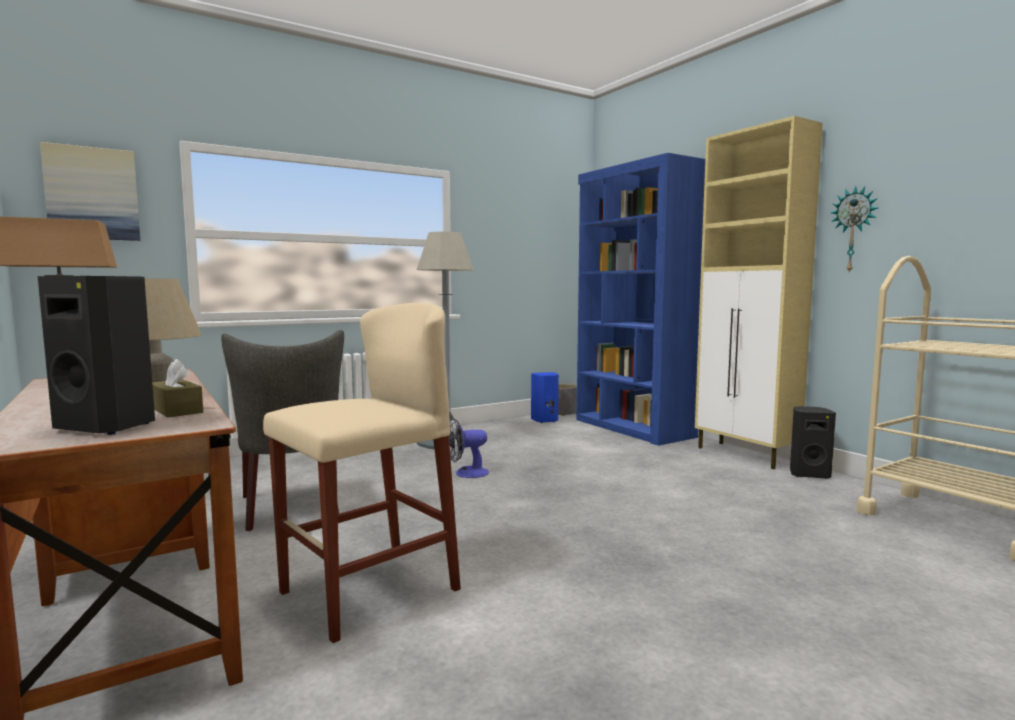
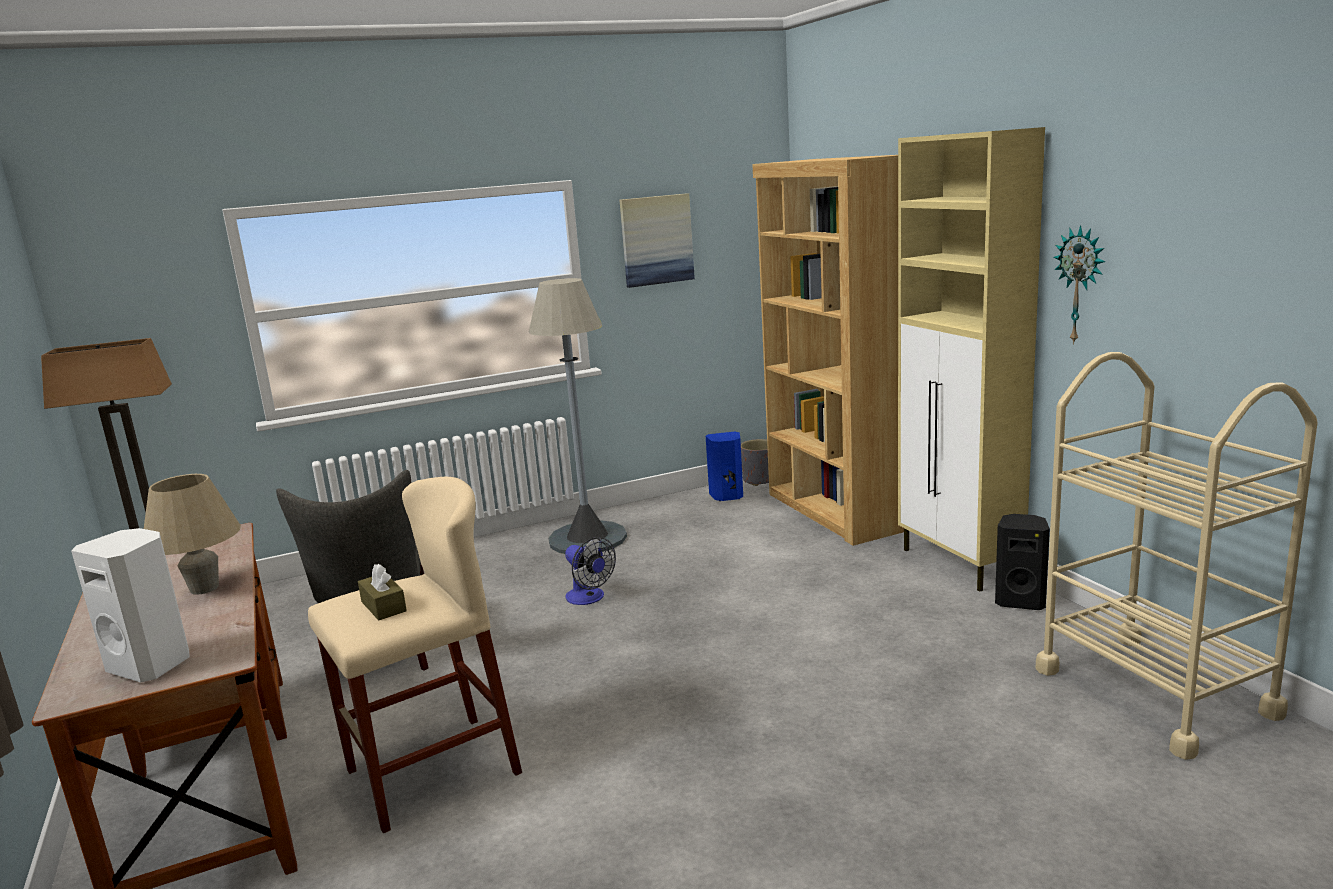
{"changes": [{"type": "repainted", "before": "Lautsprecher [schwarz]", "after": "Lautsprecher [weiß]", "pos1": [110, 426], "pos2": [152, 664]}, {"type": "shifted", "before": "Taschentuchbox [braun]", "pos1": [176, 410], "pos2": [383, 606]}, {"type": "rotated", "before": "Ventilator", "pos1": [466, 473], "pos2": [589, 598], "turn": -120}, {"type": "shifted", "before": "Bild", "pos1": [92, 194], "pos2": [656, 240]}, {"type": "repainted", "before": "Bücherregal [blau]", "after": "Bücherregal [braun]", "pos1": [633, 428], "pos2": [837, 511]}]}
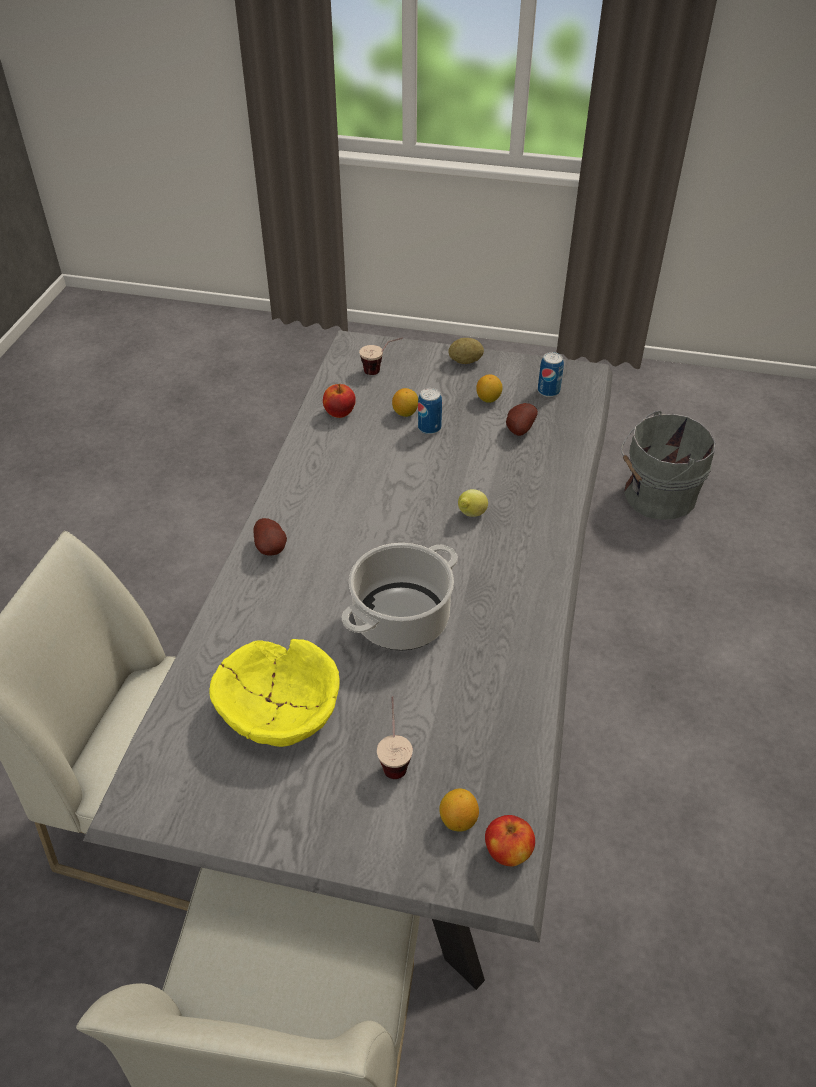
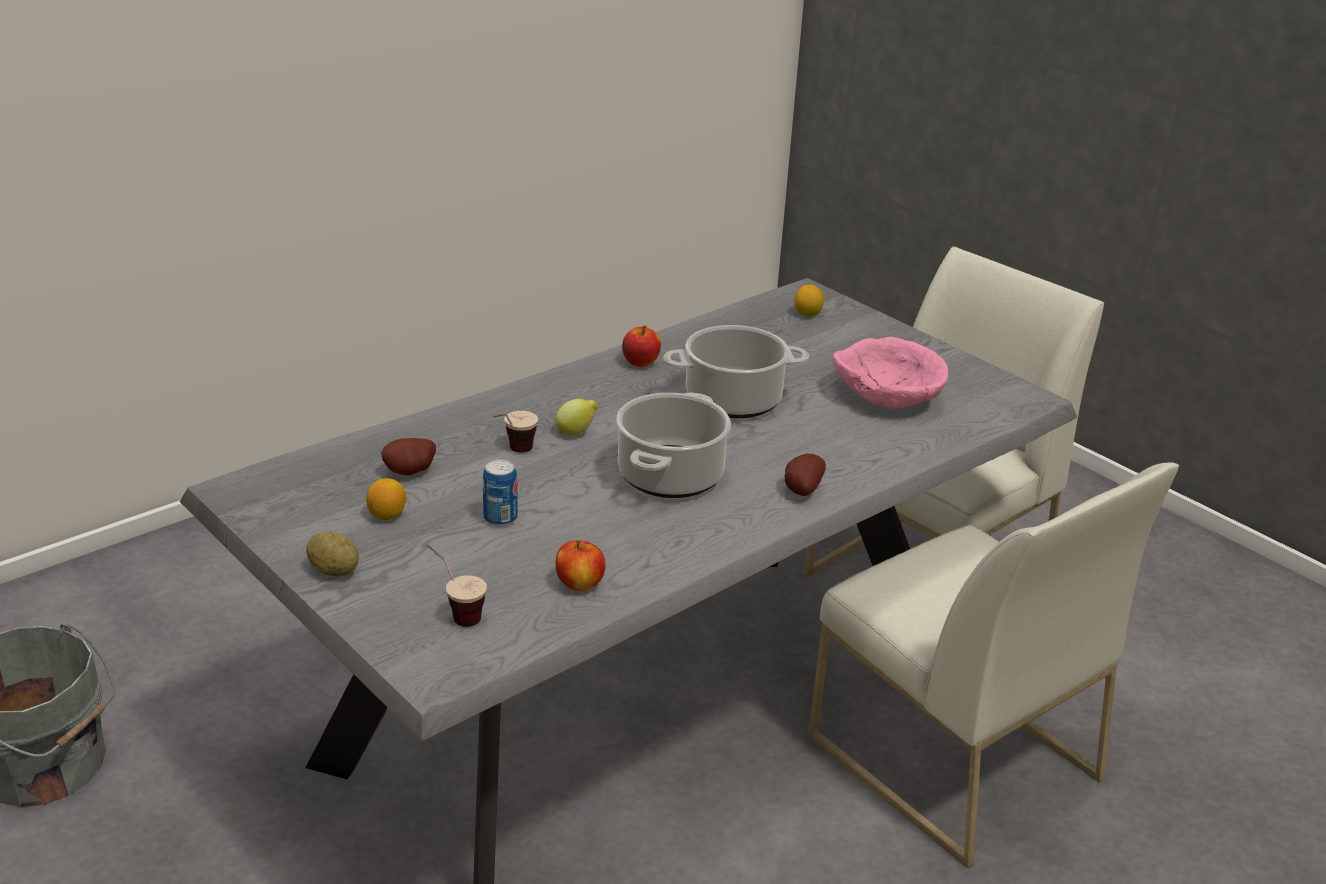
{"changes": [{"type": "shifted", "before": "Tasse", "pos1": [394, 756], "pos2": [512, 453]}, {"type": "new", "after": "Kochtopf", "pos2": [670, 475]}, {"type": "shifted", "before": "Apfel", "pos1": [508, 851], "pos2": [640, 363]}, {"type": "repainted", "before": "Schüssel [gelb]", "after": "Schüssel [rosa]", "pos1": [280, 710], "pos2": [886, 395]}, {"type": "gone", "before": "Zitrone", "pos1": [405, 413]}, {"type": "gone", "before": "Dose", "pos1": [548, 391]}]}
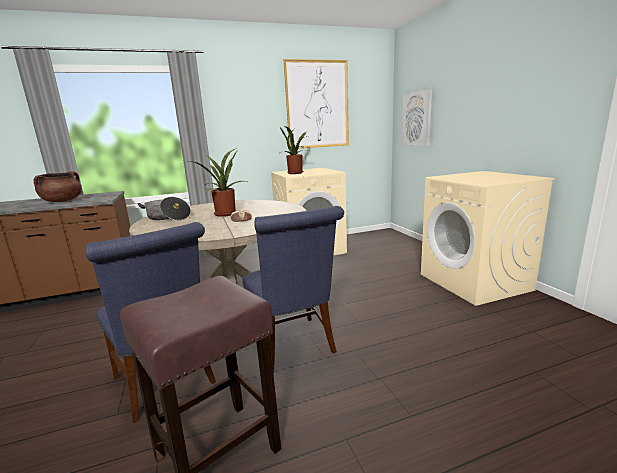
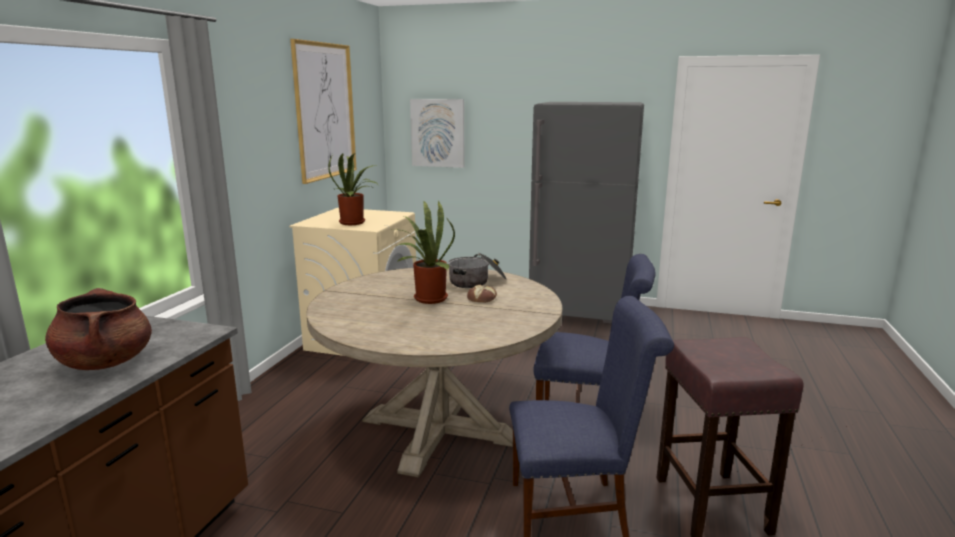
{"changes": [{"type": "shifted", "before": "Kochtopf", "pos1": [167, 217], "pos2": [477, 282]}, {"type": "swapped", "before": "Waschmaschine [beige]", "after": "Kühlschrank [grau]", "pos1": [475, 282], "pos2": [580, 312]}]}
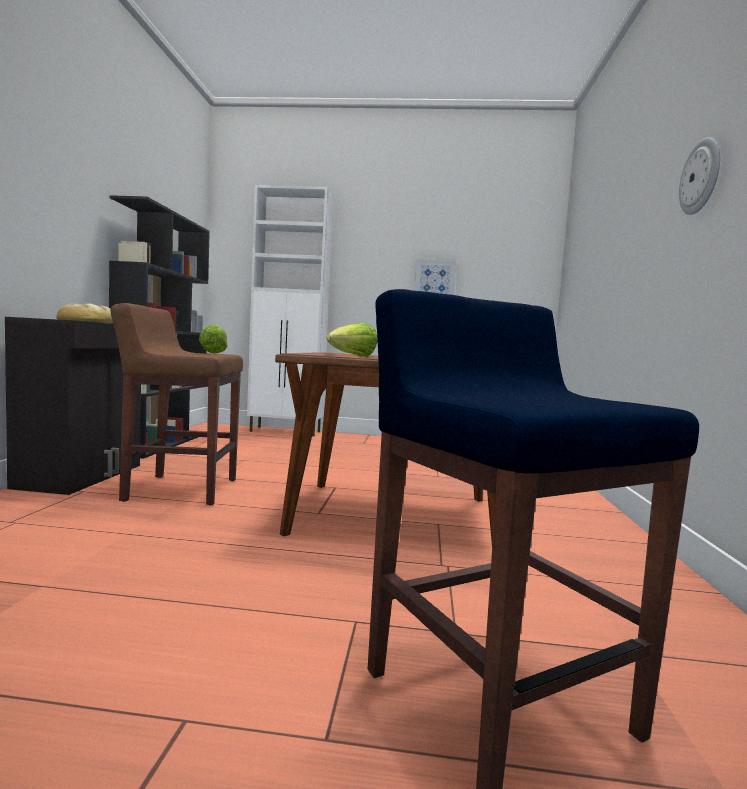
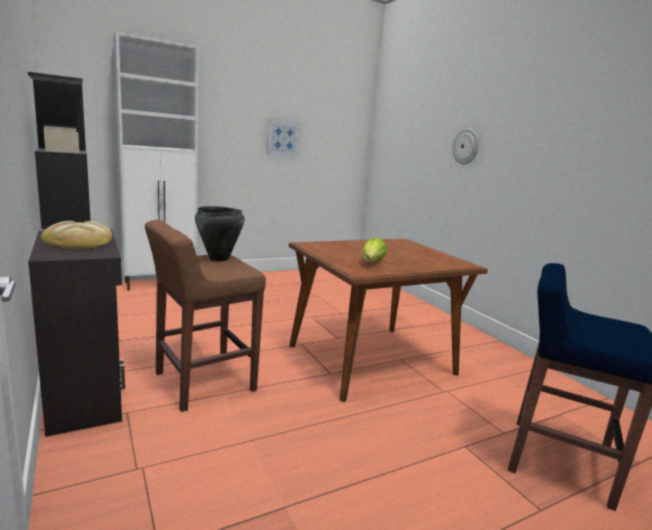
{"changes": [{"type": "swapped", "before": "Salatkopf", "after": "Kochtopf [schwarz]", "pos1": [212, 353], "pos2": [219, 259]}, {"type": "shifted", "before": "Wanduhr", "pos1": [701, 177], "pos2": [466, 146]}]}
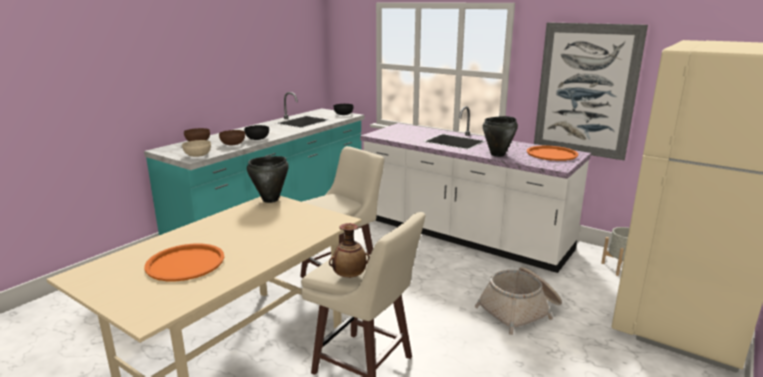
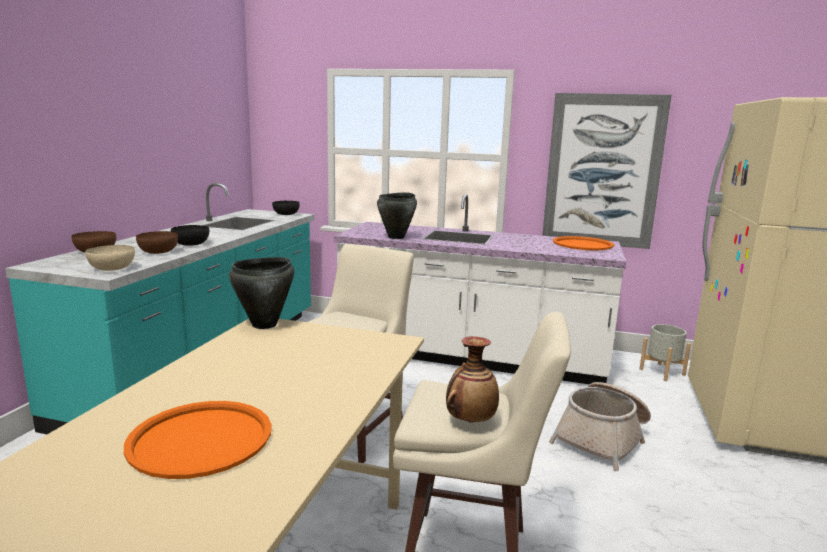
{"changes": [{"type": "shifted", "before": "Kochtopf [schwarz]", "pos1": [498, 154], "pos2": [396, 237]}]}
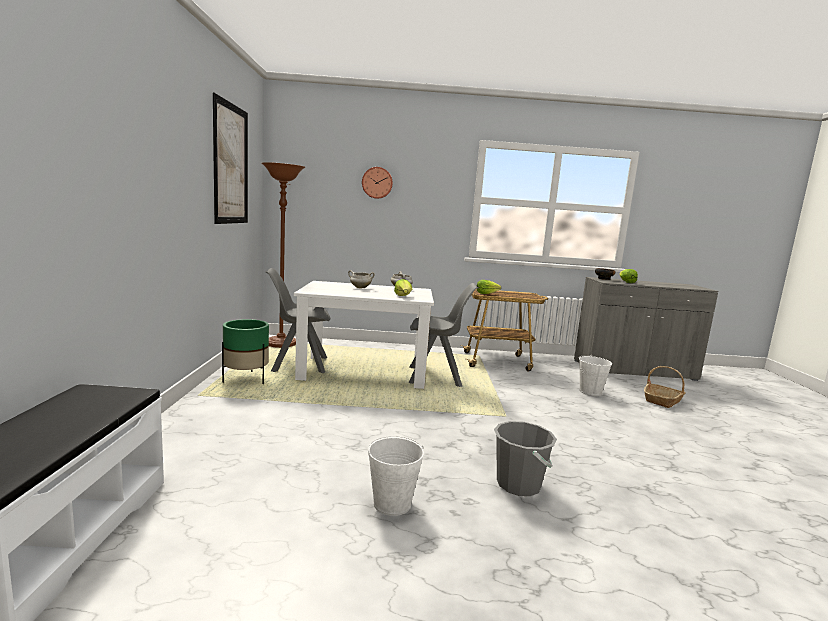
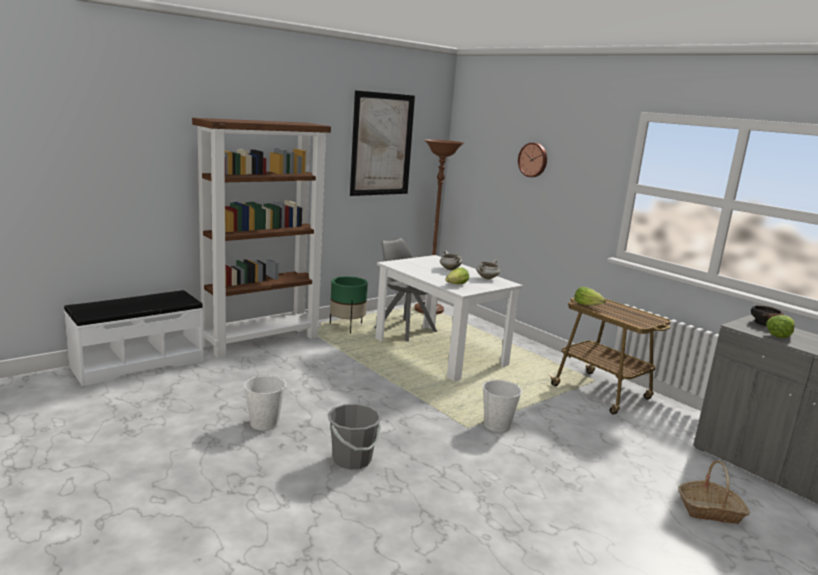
{"changes": [{"type": "new", "after": "Bücherregal [braun]", "pos2": [262, 340]}, {"type": "shifted", "before": "Eimer [weiß]", "pos1": [590, 392], "pos2": [497, 425]}, {"type": "gone", "before": "Stuhl [grau]", "pos1": [436, 377]}]}
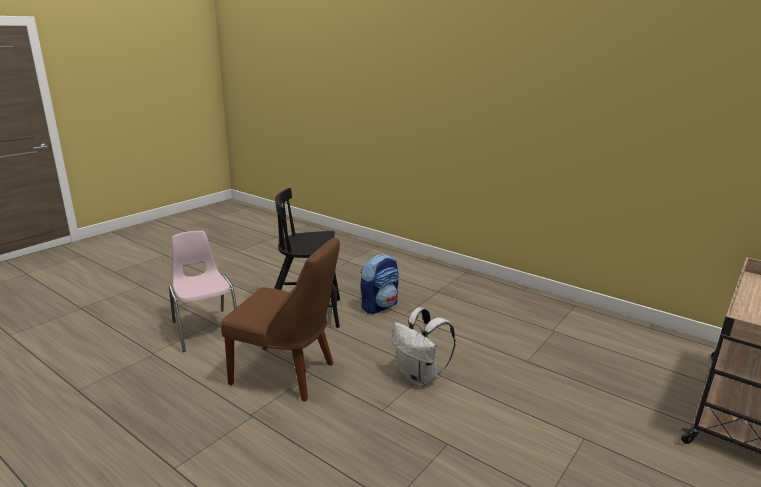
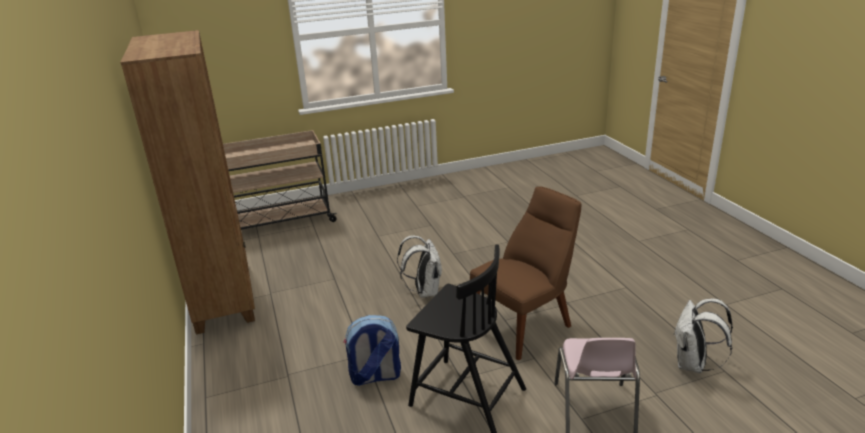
{"changes": [{"type": "new", "after": "Bücherregal [braun]", "pos2": [224, 296]}, {"type": "rotated", "before": "Stuhl [braun]", "pos1": [287, 374], "pos2": [525, 326], "turn": 90}, {"type": "new", "after": "Rucksack [weiß]", "pos2": [693, 364]}]}
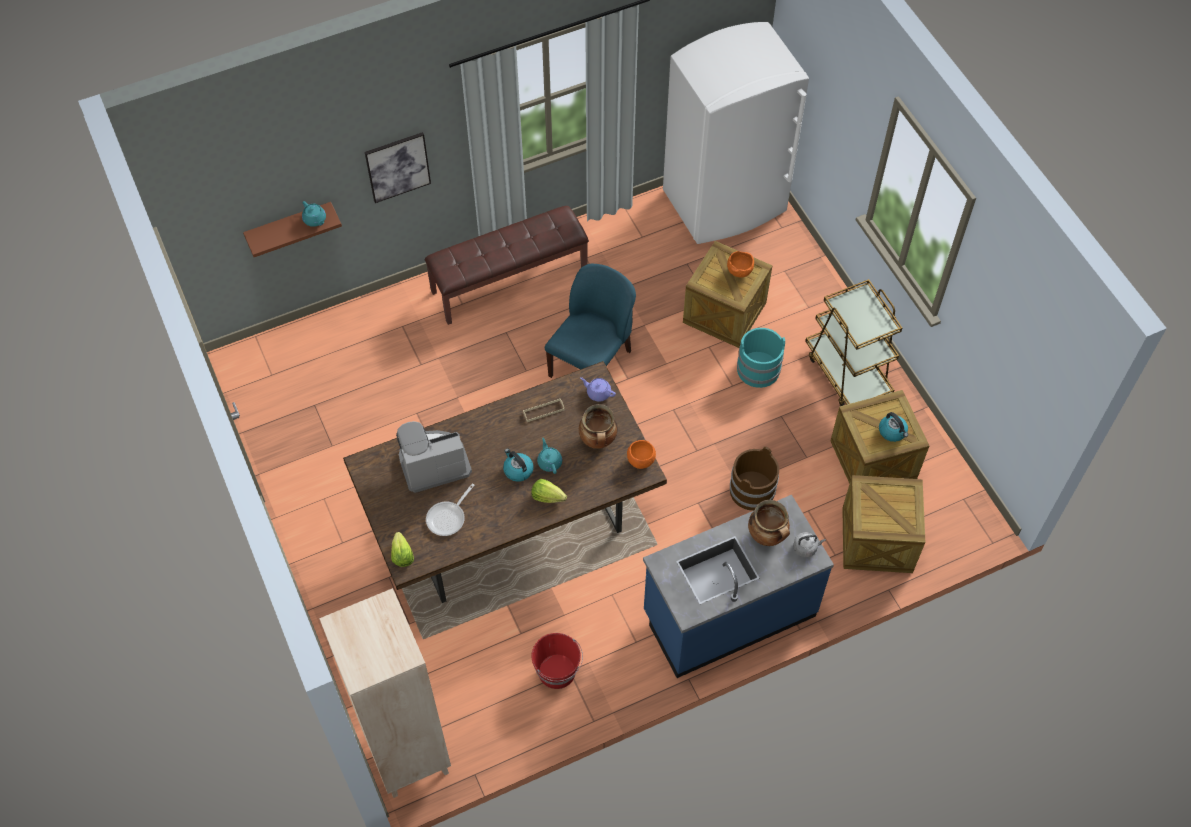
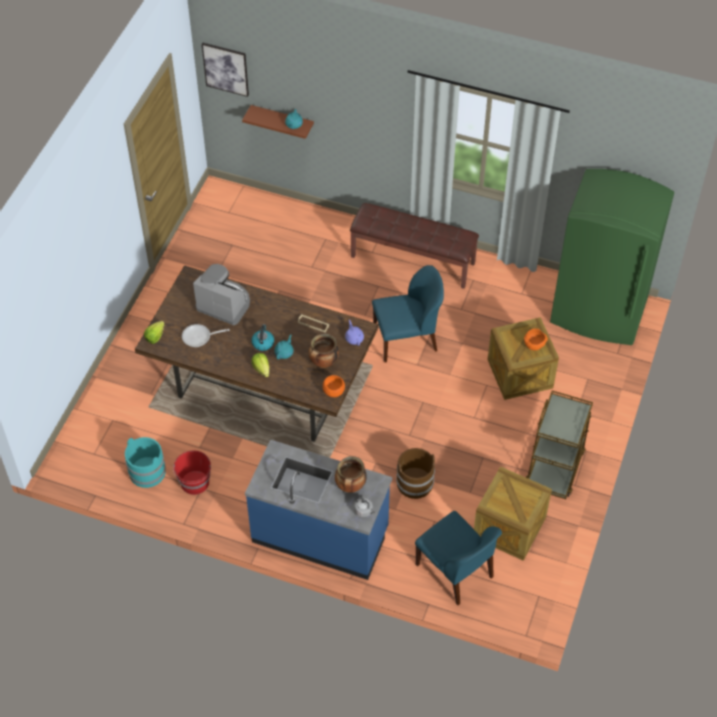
{"changes": [{"type": "shifted", "before": "Eimer [türkis]", "pos1": [758, 369], "pos2": [147, 472]}, {"type": "shifted", "before": "Bild", "pos1": [397, 166], "pos2": [226, 69]}, {"type": "swapped", "before": "Kiste", "after": "Stuhl [blau]", "pos1": [877, 540], "pos2": [455, 572]}, {"type": "repainted", "before": "Kühlschrank [weiß]", "after": "Kühlschrank [grün]", "pos1": [725, 202], "pos2": [599, 312]}, {"type": "gone", "before": "Bücherregal [beige]", "pos1": [407, 753]}, {"type": "gone", "before": "Wasserkessel", "pos1": [892, 432]}]}
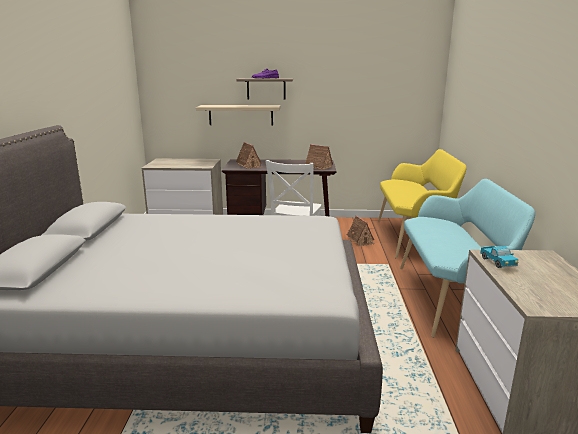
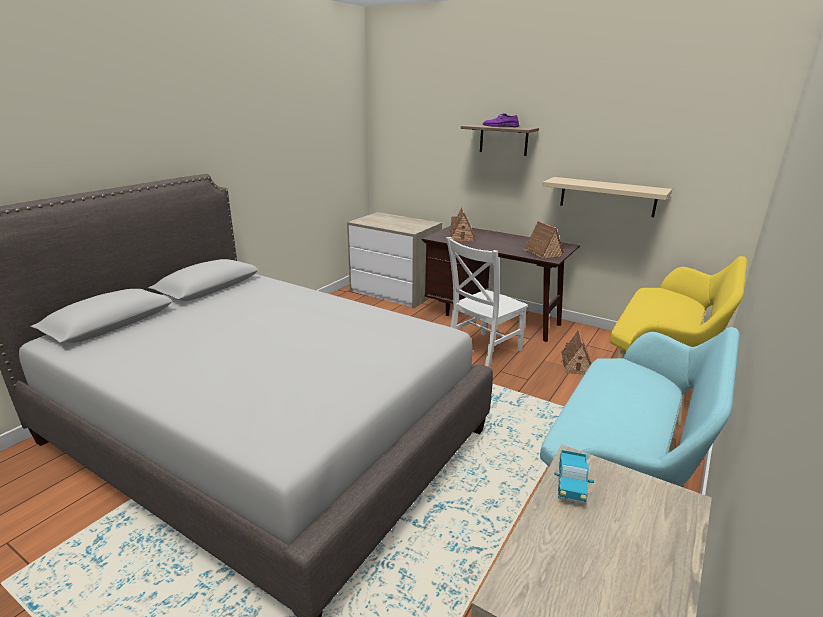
{"changes": [{"type": "shifted", "before": "Wandregal [beige]", "pos1": [241, 115], "pos2": [607, 196]}]}
